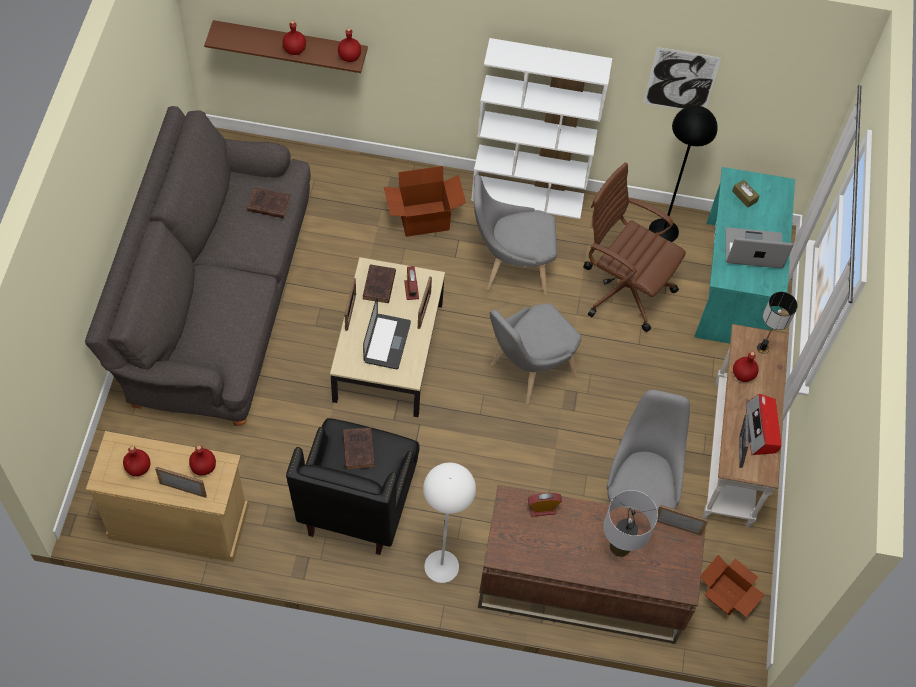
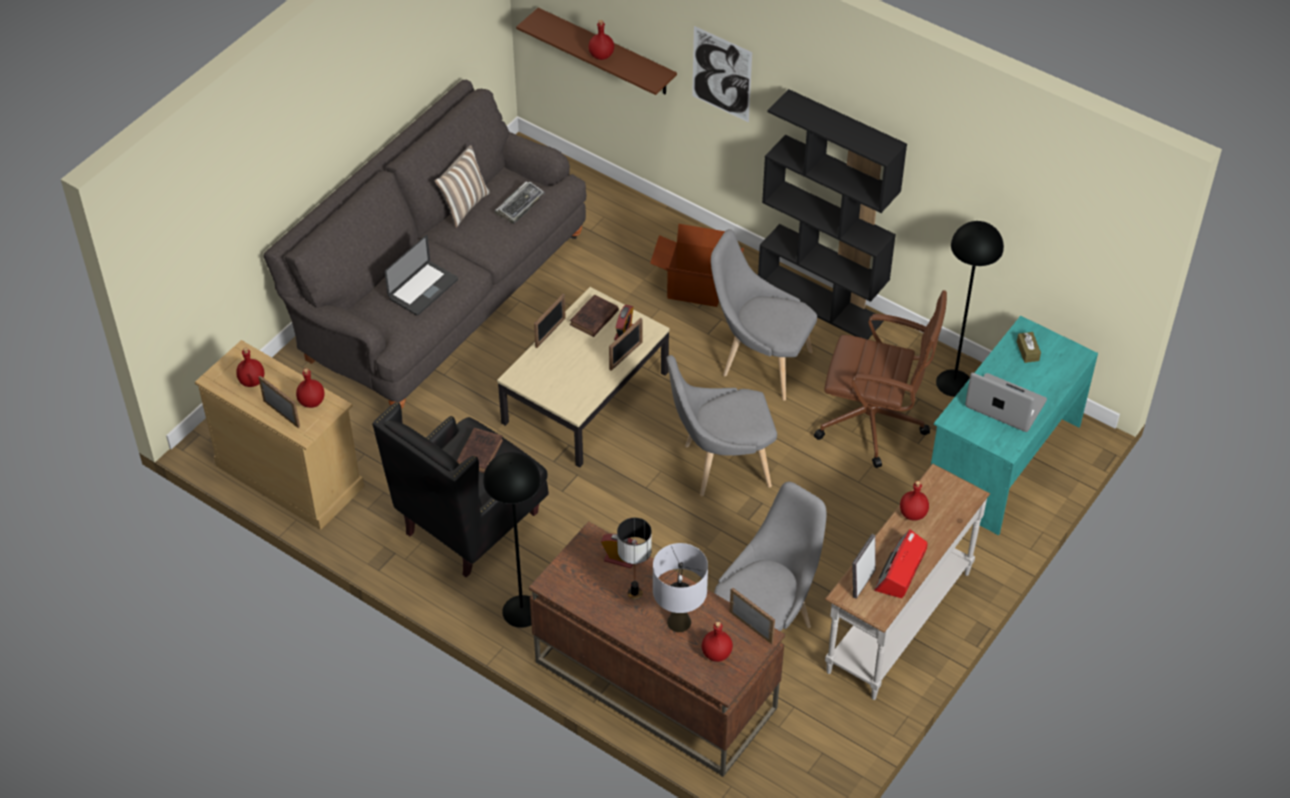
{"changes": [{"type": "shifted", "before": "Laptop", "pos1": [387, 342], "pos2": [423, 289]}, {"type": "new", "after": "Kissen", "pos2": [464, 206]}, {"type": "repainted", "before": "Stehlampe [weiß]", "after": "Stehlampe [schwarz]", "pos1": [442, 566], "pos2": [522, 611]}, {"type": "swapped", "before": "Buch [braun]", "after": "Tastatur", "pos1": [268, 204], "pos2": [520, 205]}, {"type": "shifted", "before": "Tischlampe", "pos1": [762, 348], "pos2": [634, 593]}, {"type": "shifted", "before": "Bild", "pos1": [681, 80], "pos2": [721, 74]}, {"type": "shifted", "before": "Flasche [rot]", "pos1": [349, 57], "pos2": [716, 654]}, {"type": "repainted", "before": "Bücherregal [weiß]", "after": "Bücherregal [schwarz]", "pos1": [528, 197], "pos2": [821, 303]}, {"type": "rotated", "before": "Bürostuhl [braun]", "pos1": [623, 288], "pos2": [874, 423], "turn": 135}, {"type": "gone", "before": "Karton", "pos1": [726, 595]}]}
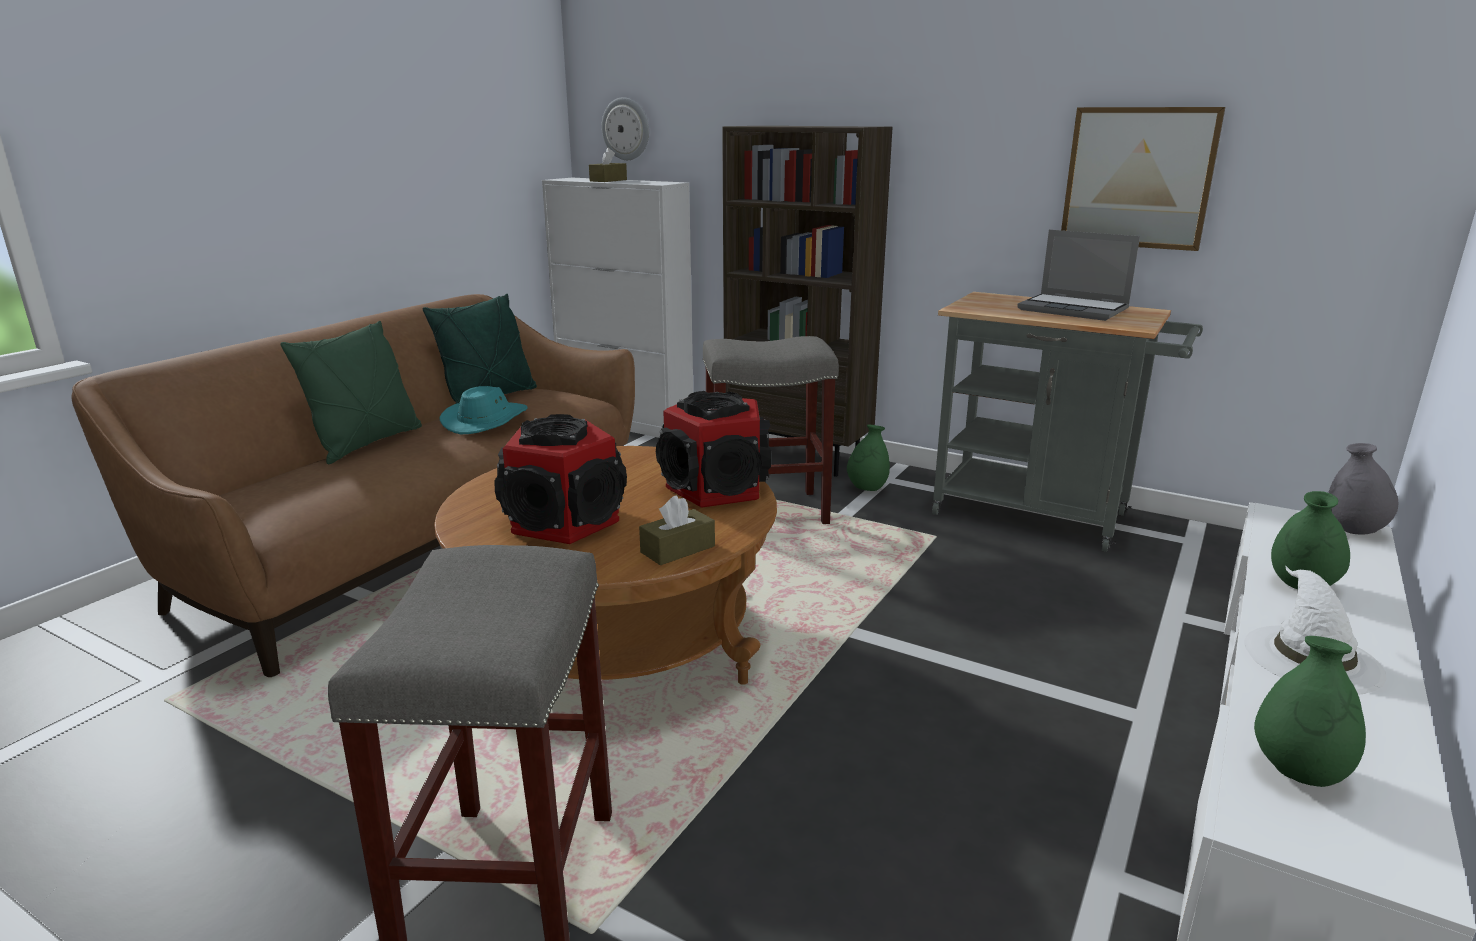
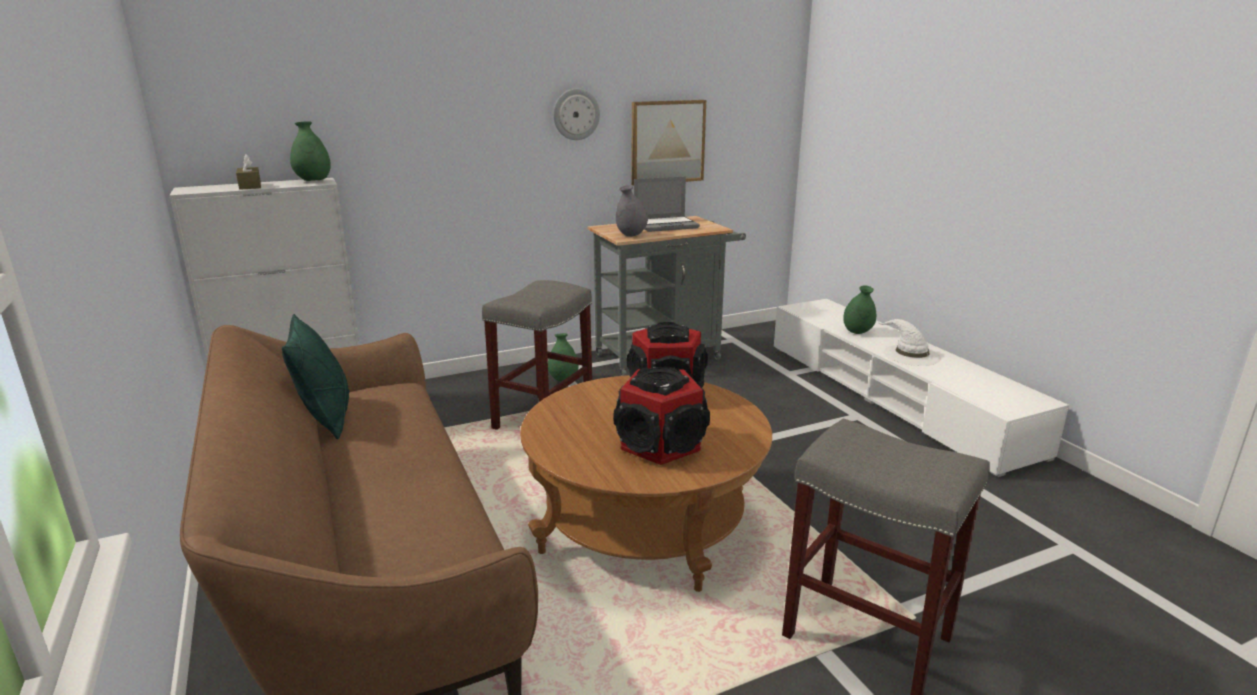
{"changes": [{"type": "shifted", "before": "Vase [grün]", "pos1": [1297, 771], "pos2": [313, 181]}, {"type": "shifted", "before": "Wanduhr", "pos1": [626, 129], "pos2": [576, 114]}, {"type": "shifted", "before": "Vase [grau]", "pos1": [1353, 531], "pos2": [631, 235]}, {"type": "gone", "before": "Kissen [grün]", "pos1": [367, 443]}, {"type": "gone", "before": "Hut [türkis]", "pos1": [486, 420]}, {"type": "gone", "before": "Taschentuchbox [braun]", "pos1": [678, 549]}, {"type": "gone", "before": "Bücherregal [braun]", "pos1": [799, 457]}]}
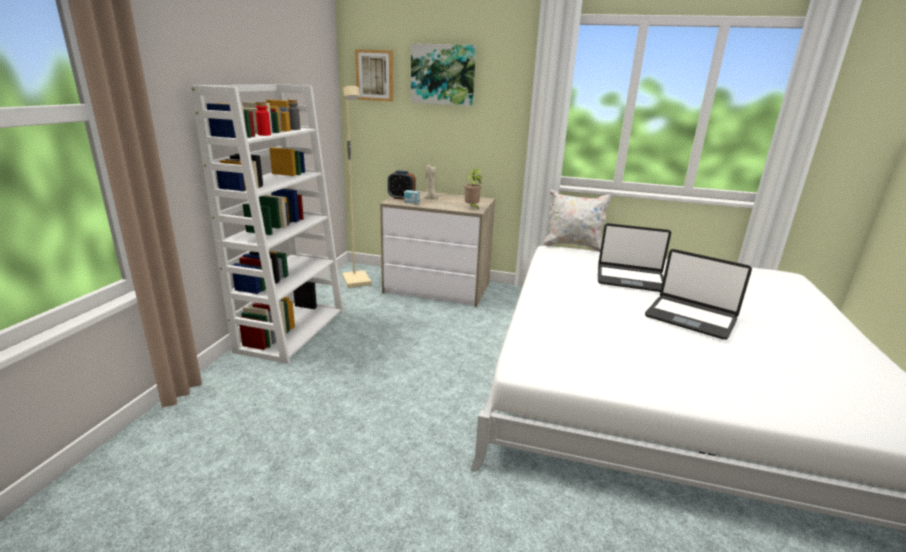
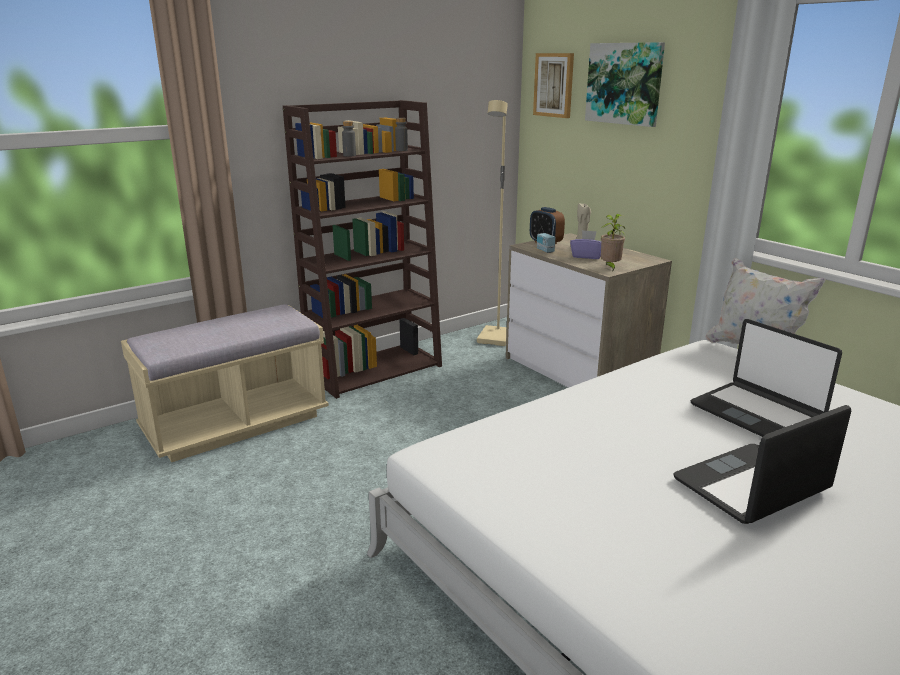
{"changes": [{"type": "new", "after": "Bank [beige]", "pos2": [236, 424]}, {"type": "repainted", "before": "Bücherregal [weiß]", "after": "Bücherregal [braun]", "pos1": [292, 329], "pos2": [375, 369]}, {"type": "repainted", "before": "Flasche [rot]", "after": "Flasche [grau]", "pos1": [264, 135], "pos2": [349, 155]}, {"type": "new", "after": "Taschentuchbox [lila]", "pos2": [586, 256]}, {"type": "rotated", "before": "Laptop", "pos1": [690, 318], "pos2": [752, 486], "turn": 75}]}
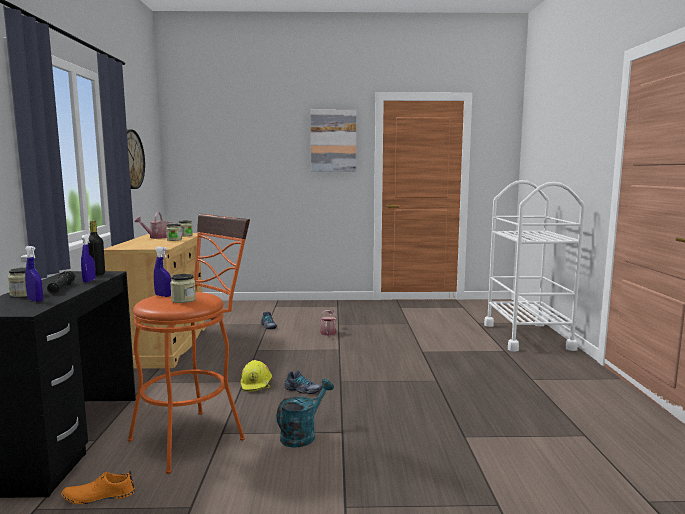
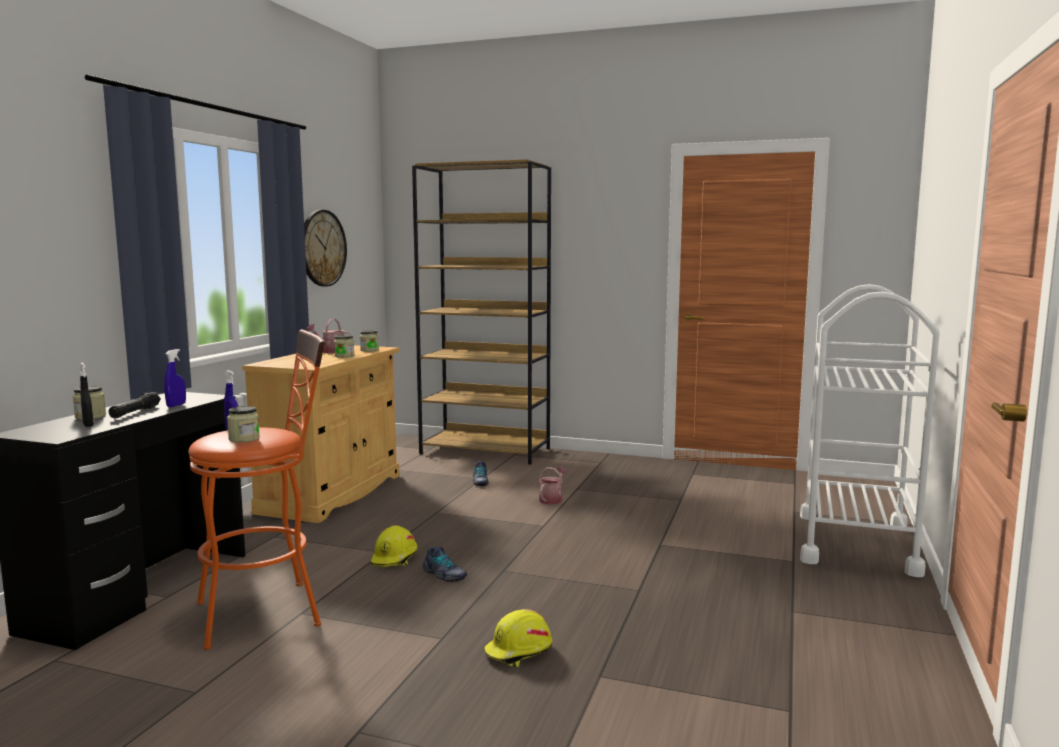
{"changes": [{"type": "repainted", "before": "Sprühflasche [blau]", "after": "Sprühflasche [schwarz]", "pos1": [35, 300], "pos2": [88, 425]}, {"type": "new", "after": "Bücherregal [braun]", "pos2": [486, 451]}, {"type": "new", "after": "Schutzhelm [gelb]", "pos2": [519, 652]}, {"type": "gone", "before": "Schuh [orange]", "pos1": [99, 496]}, {"type": "gone", "before": "Flasche [schwarz]", "pos1": [97, 274]}, {"type": "gone", "before": "Gießkanne [türkis]", "pos1": [302, 434]}, {"type": "gone", "before": "Bild", "pos1": [333, 140]}]}
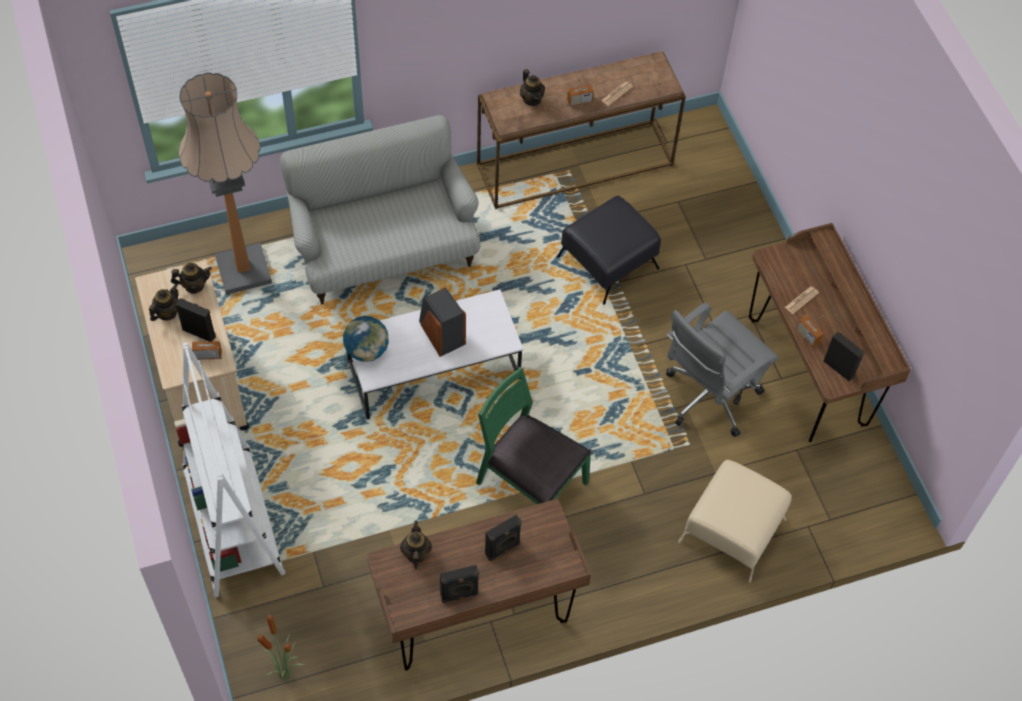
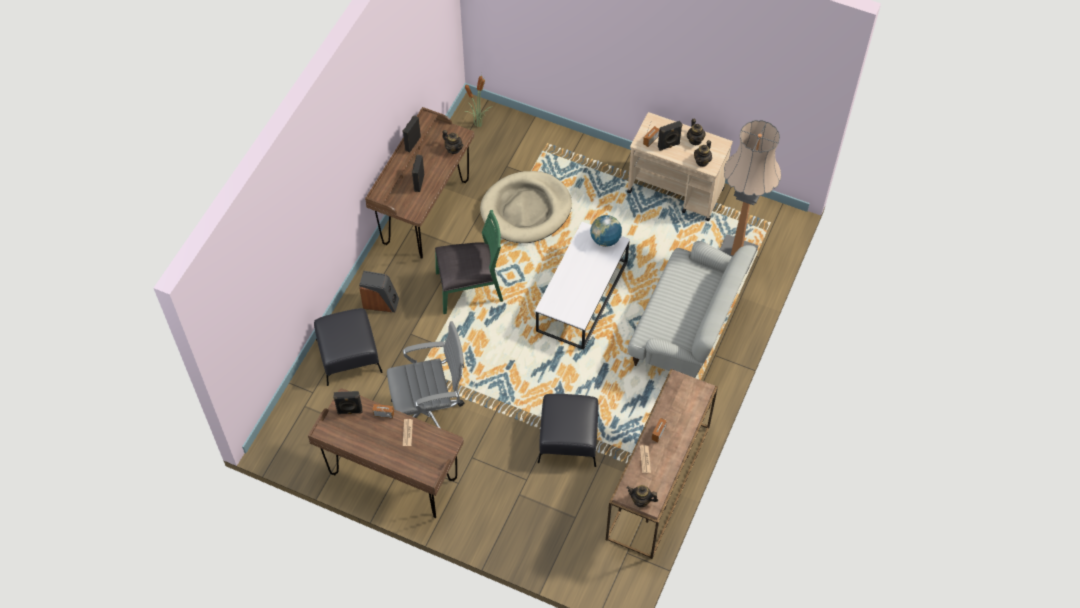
{"changes": [{"type": "repainted", "before": "Polsterhocker [beige]", "after": "Polsterhocker [schwarz]", "pos1": [731, 531], "pos2": [349, 355]}, {"type": "shifted", "before": "Lautsprecher", "pos1": [441, 334], "pos2": [380, 302]}, {"type": "rotated", "before": "Bürostuhl [grau]", "pos1": [707, 399], "pos2": [430, 411], "turn": 75}, {"type": "new", "after": "Hundebett [beige]", "pos2": [526, 210]}, {"type": "shifted", "before": "Teekanne", "pos1": [532, 99], "pos2": [641, 500]}, {"type": "gone", "before": "Bücherregal [weiß]", "pos1": [234, 523]}]}
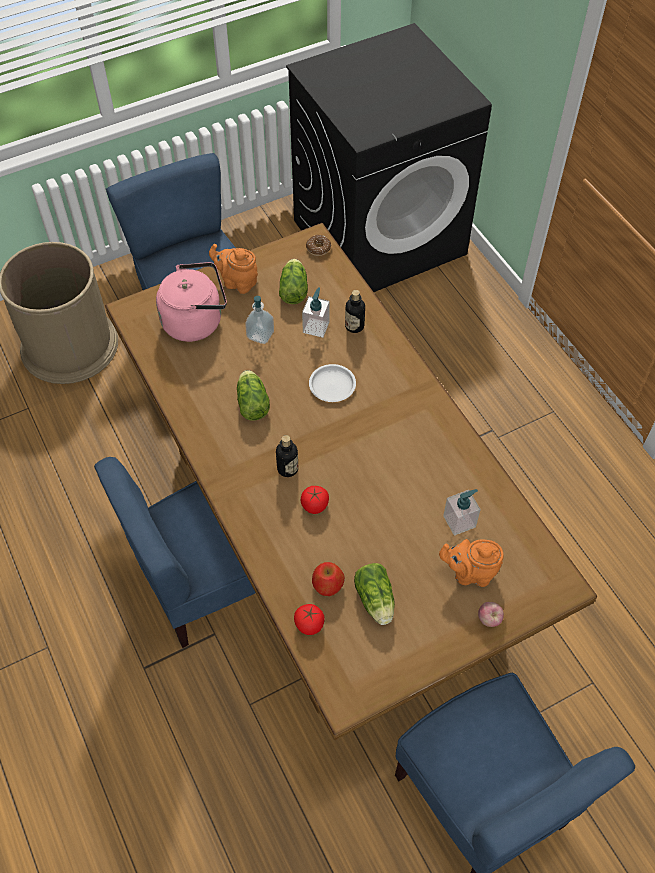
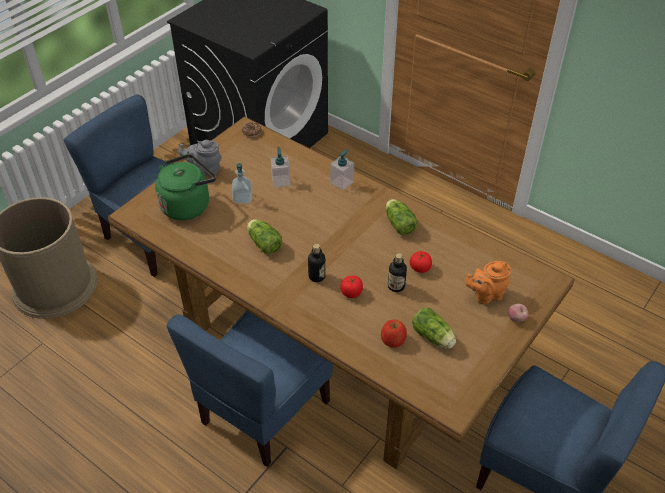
{"changes": [{"type": "repainted", "before": "Wasserkessel [rosa]", "after": "Wasserkessel [grün]", "pos1": [196, 321], "pos2": [188, 205]}, {"type": "repainted", "before": "Teekanne [orange]", "after": "Teekanne [grau]", "pos1": [237, 282], "pos2": [204, 170]}, {"type": "shifted", "before": "Seifenspender", "pos1": [459, 521], "pos2": [342, 182]}, {"type": "shifted", "before": "Salatkopf", "pos1": [294, 288], "pos2": [398, 223]}, {"type": "shifted", "before": "Flasche", "pos1": [354, 326], "pos2": [396, 286]}, {"type": "shifted", "before": "Tomate", "pos1": [309, 624], "pos2": [420, 268]}, {"type": "gone", "before": "Teller [weiß]", "pos1": [332, 385]}]}
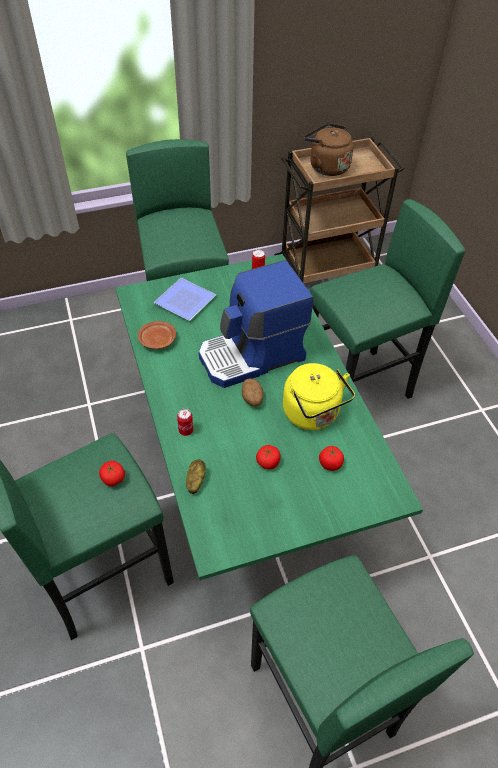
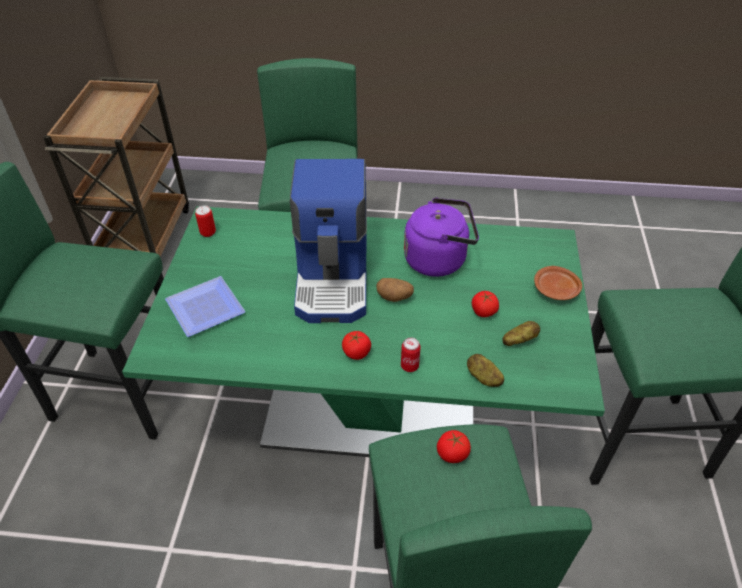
{"changes": [{"type": "shifted", "before": "Tomate", "pos1": [330, 463], "pos2": [356, 352]}, {"type": "repainted", "before": "Wasserkessel [gelb]", "after": "Wasserkessel [lila]", "pos1": [313, 414], "pos2": [439, 259]}, {"type": "new", "after": "Kartoffel", "pos2": [519, 340]}, {"type": "shifted", "before": "Teller [braun]", "pos1": [157, 340], "pos2": [556, 290]}, {"type": "gone", "before": "Wasserkessel [braun]", "pos1": [326, 167]}]}
